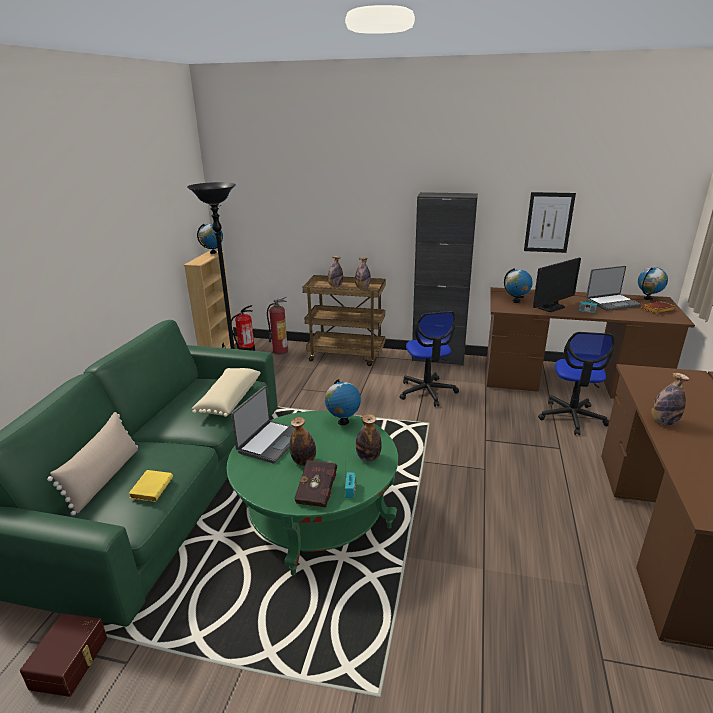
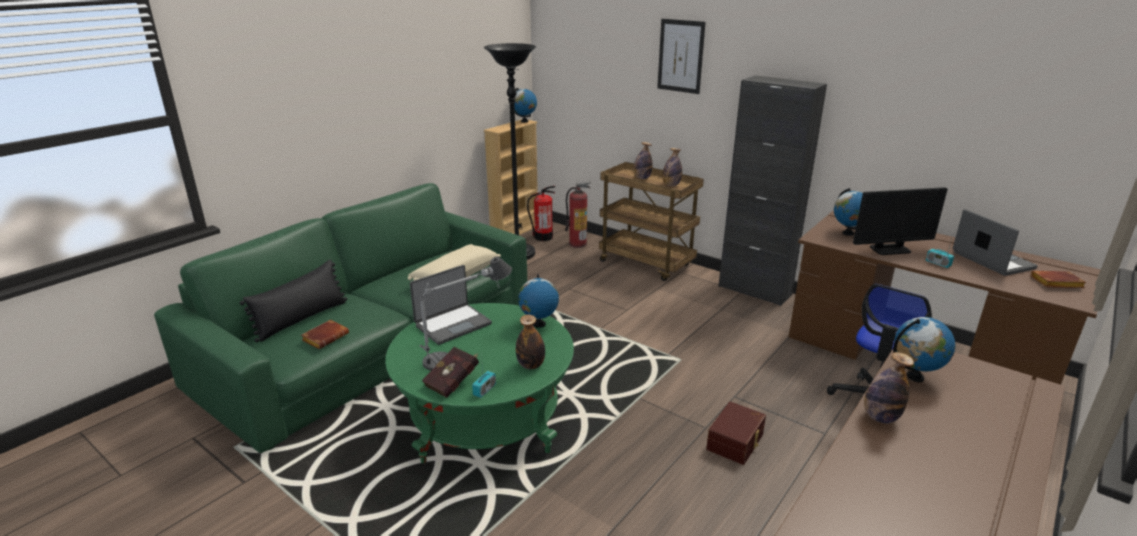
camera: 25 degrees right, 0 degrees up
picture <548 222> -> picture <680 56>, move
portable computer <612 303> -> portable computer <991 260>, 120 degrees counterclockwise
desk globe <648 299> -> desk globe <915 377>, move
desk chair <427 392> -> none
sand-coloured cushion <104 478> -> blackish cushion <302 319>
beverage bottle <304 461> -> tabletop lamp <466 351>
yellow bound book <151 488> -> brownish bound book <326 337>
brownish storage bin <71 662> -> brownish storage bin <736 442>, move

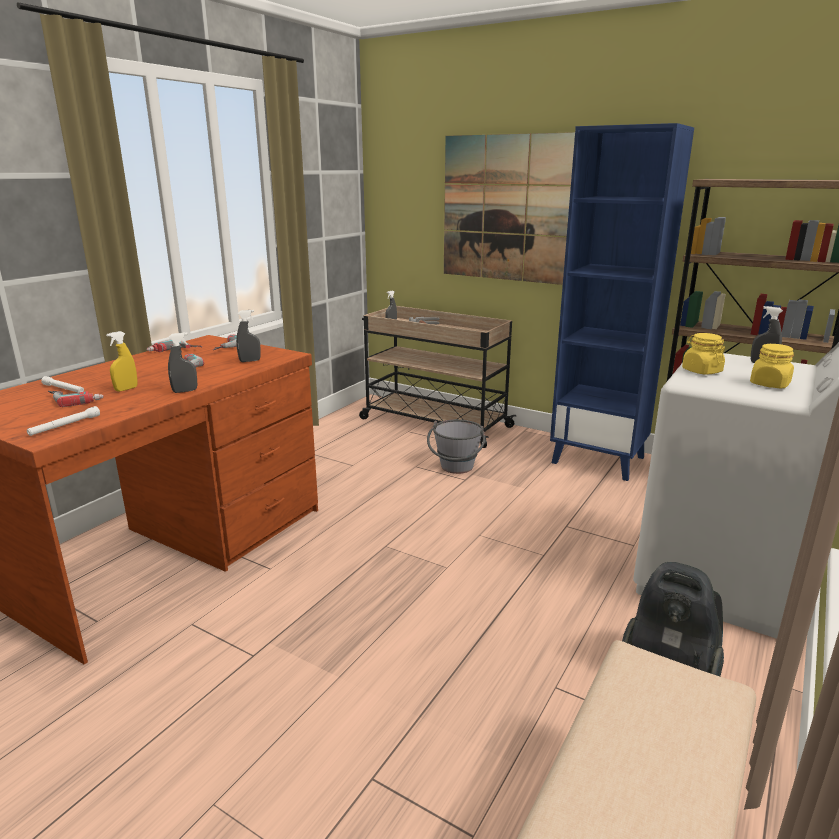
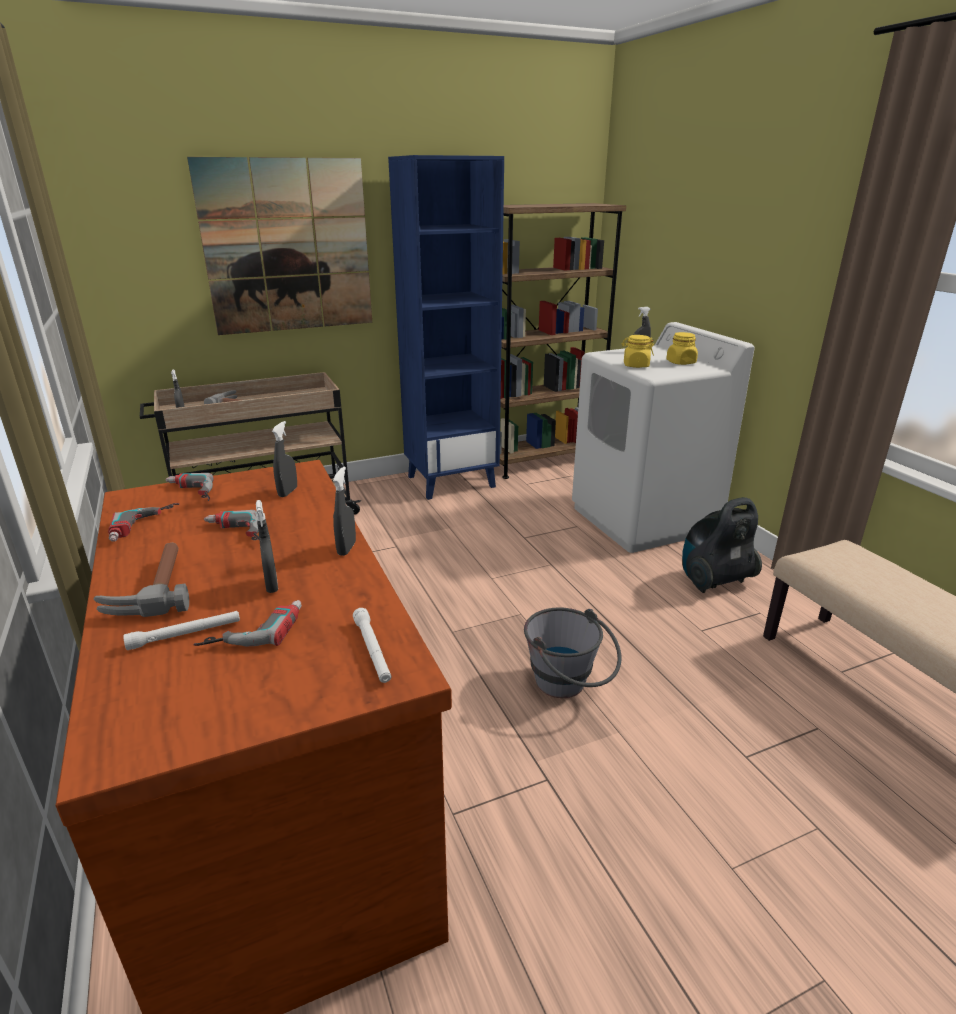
camera: 55 degrees left, 5 degrees up
yellow hand sprayer <126 389> -> greyish hand sprayer <272 585>
greyish water bucket <456 469> -> greyish water bucket <568 686>, move
none -> tool hammer <151 589>

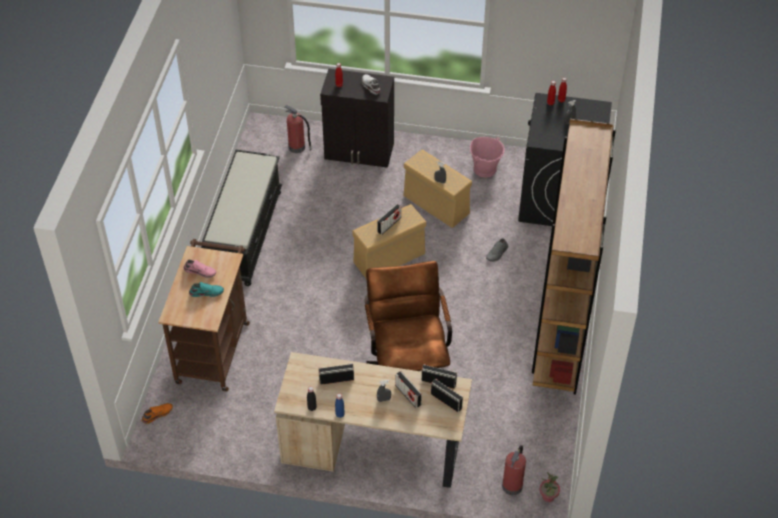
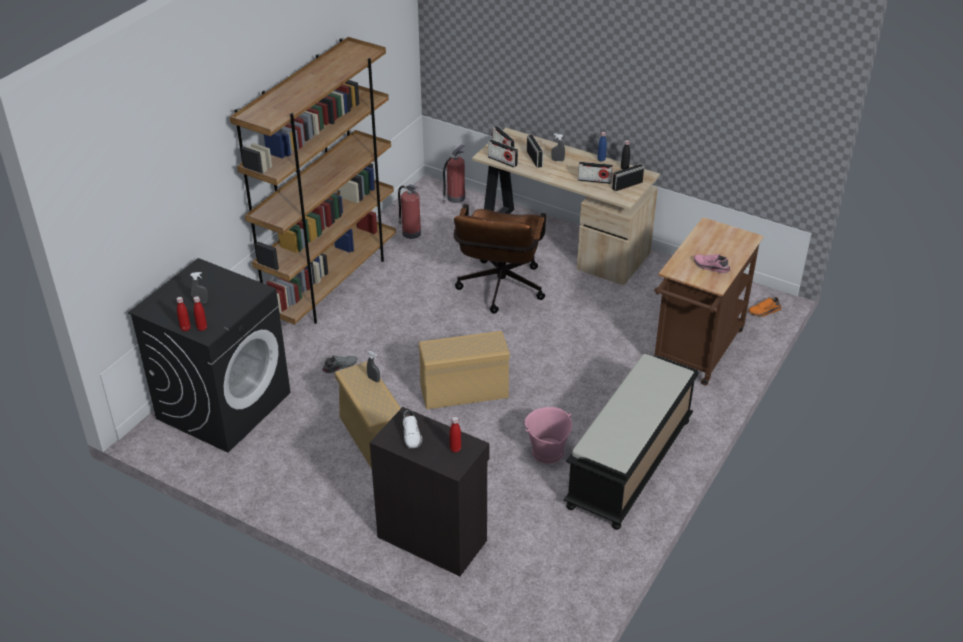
camera: 160 degrees left, 10 degrees down
fire-fighting cylinder <297 147> -> fire-fighting cylinder <410 232>, move
pink-coloured water bucket <485 169> -> pink-coloured water bucket <547 452>, move
radio receiver <389 225> -> radio receiver <627 185>, move
turquoise-coloured low shoe <206 292> -> none
houseplant <548 497> -> none

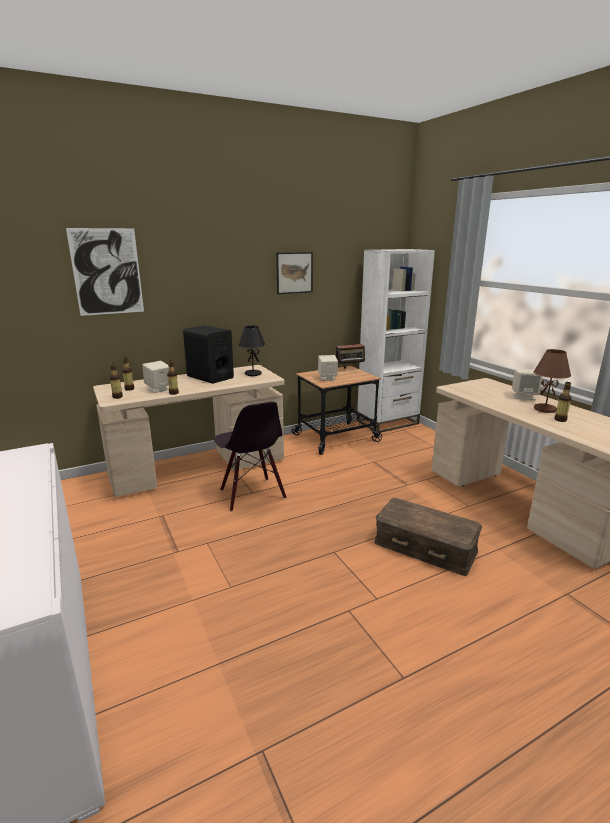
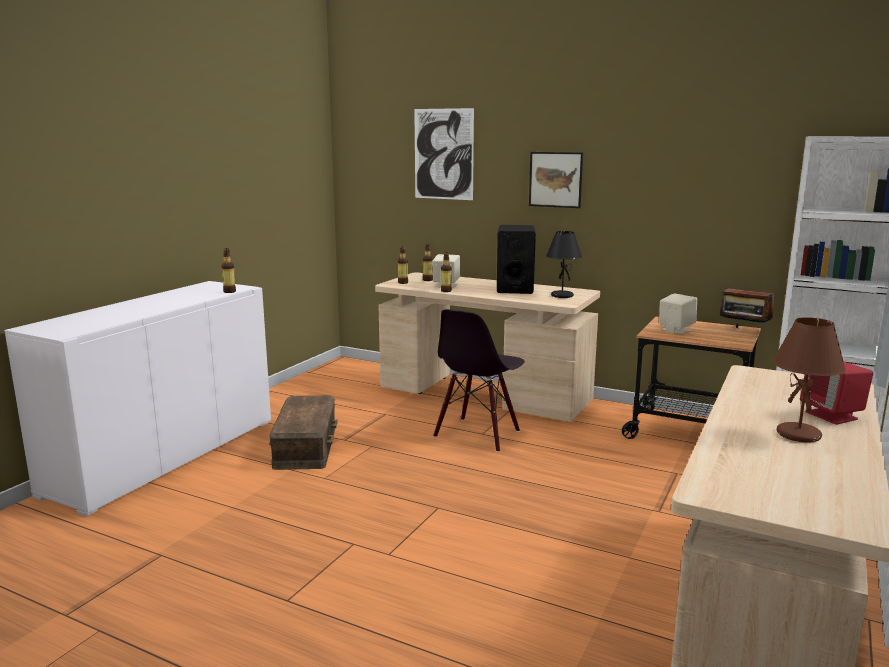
camera: 55 degrees right, 5 degrees down
picture <294 273> -> picture <555 179>, move
sand-coloured audio speaker <523 396> -> red audio speaker <832 415>
beverage bottle <560 420> -> beverage bottle <229 291>, move
brownish storage bin <425 546> -> brownish storage bin <306 446>, move

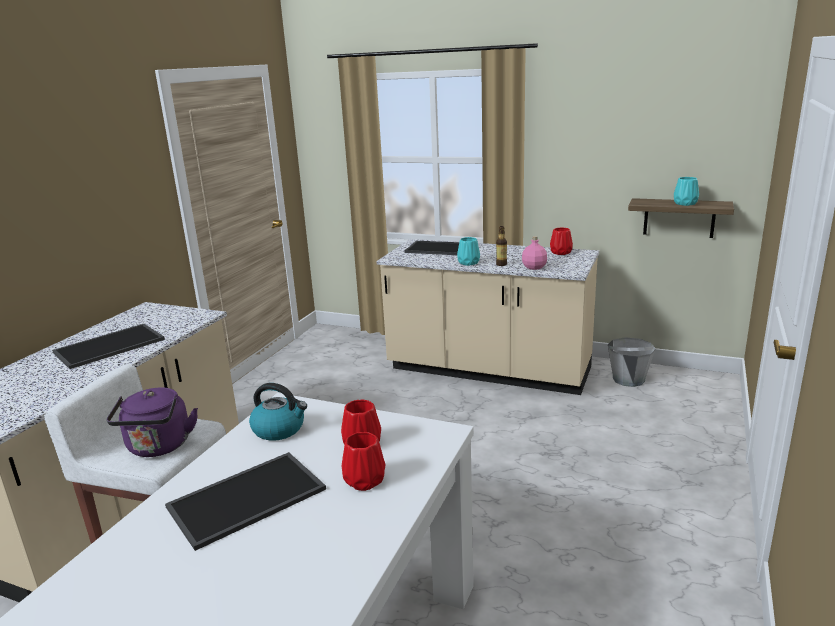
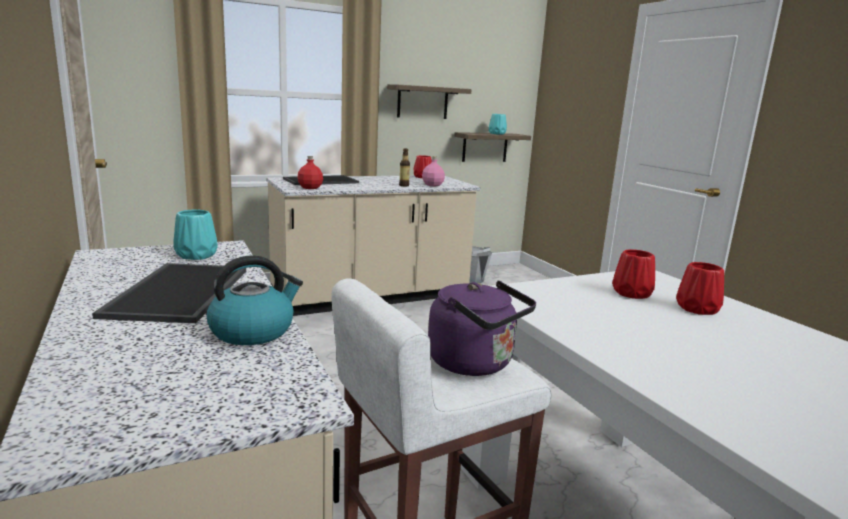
camera: 50 degrees left, 5 degrees down
turquoise-coloured flower vase <469 263> -> turquoise-coloured flower vase <197 255>, move
water kettle <279 429> -> water kettle <253 331>, move
tray <247 496> -> none
none -> shelf <422 102>
none -> red beverage bottle <310 188>

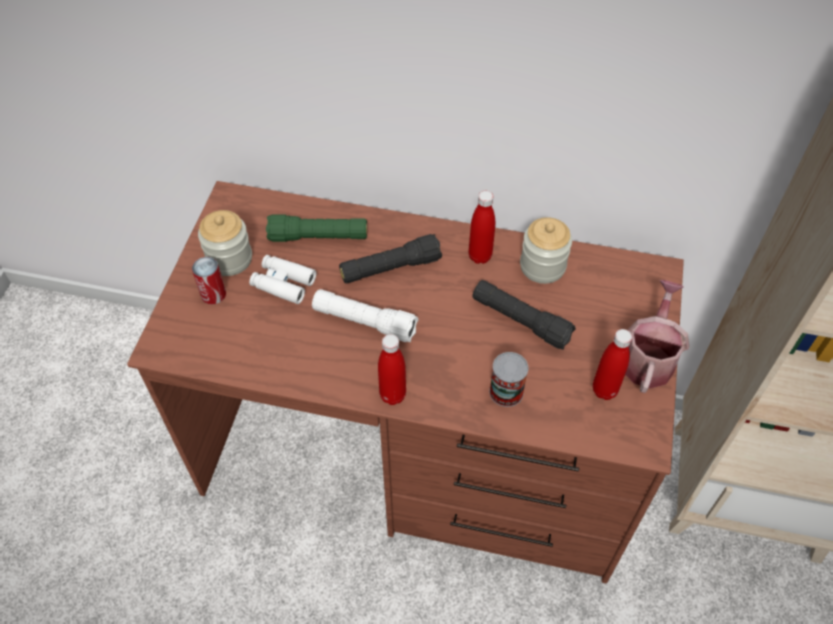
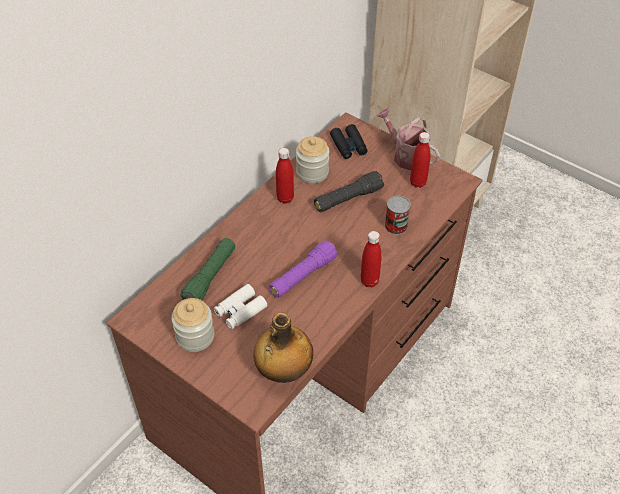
camera: 65 degrees left, 5 degrees down
blackish flashlight <390 268> -> none
sealed can <213 294> -> none
white-coloured flashlight <364 322> -> purplish flashlight <303 276>
none -> blackish field glasses <348 146>
none -> beverage bottle <283 371>

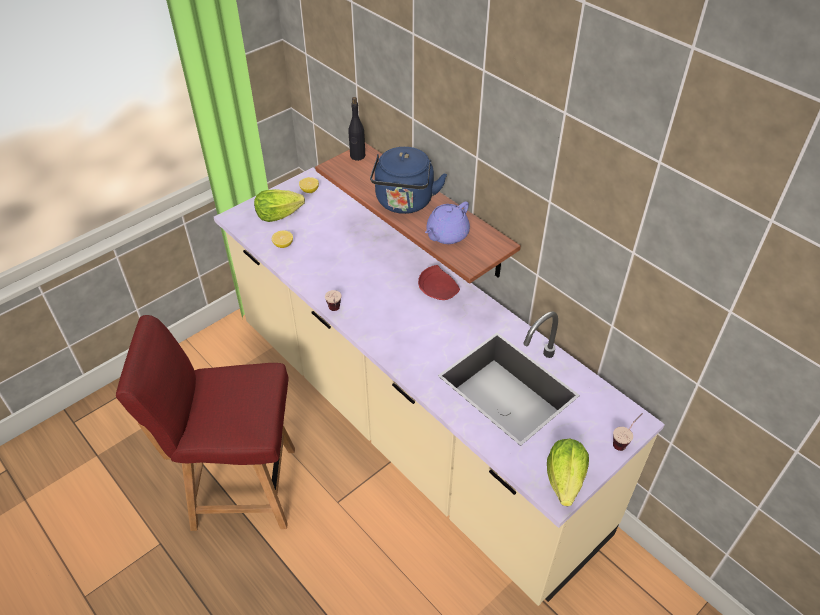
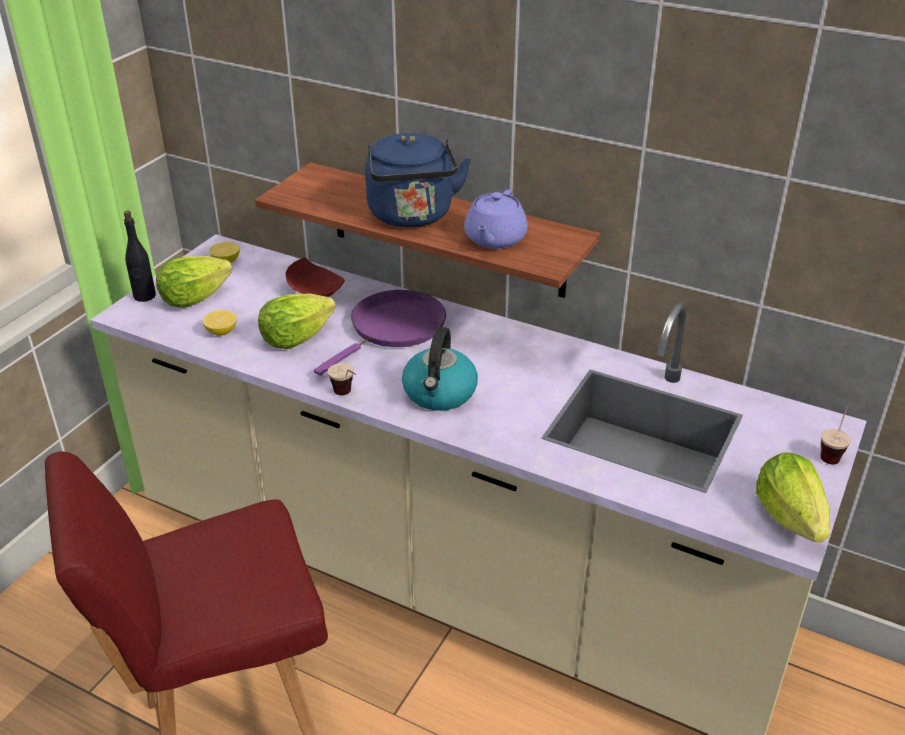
camera: 20 degrees left, 10 degrees down
blackish beverage bottle <357 156> -> blackish beverage bottle <144 296>, move
red flat dish <438 290> -> red flat dish <315 289>, move
none -> purplish pan <394 328>
none -> head of lettuce <295 338>
none -> water kettle <440 393>

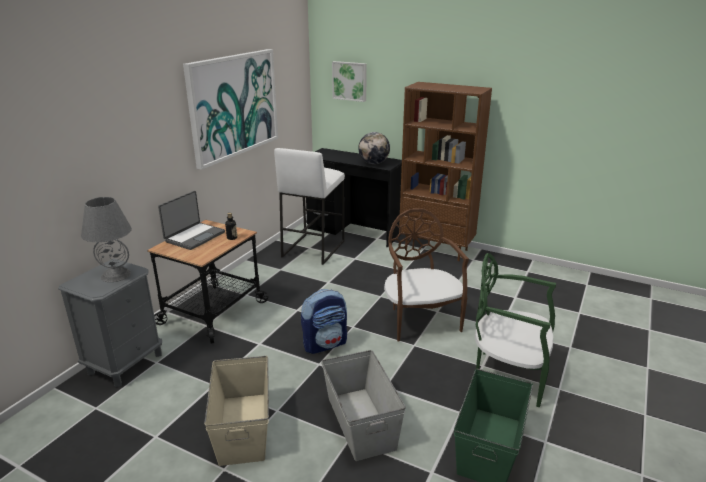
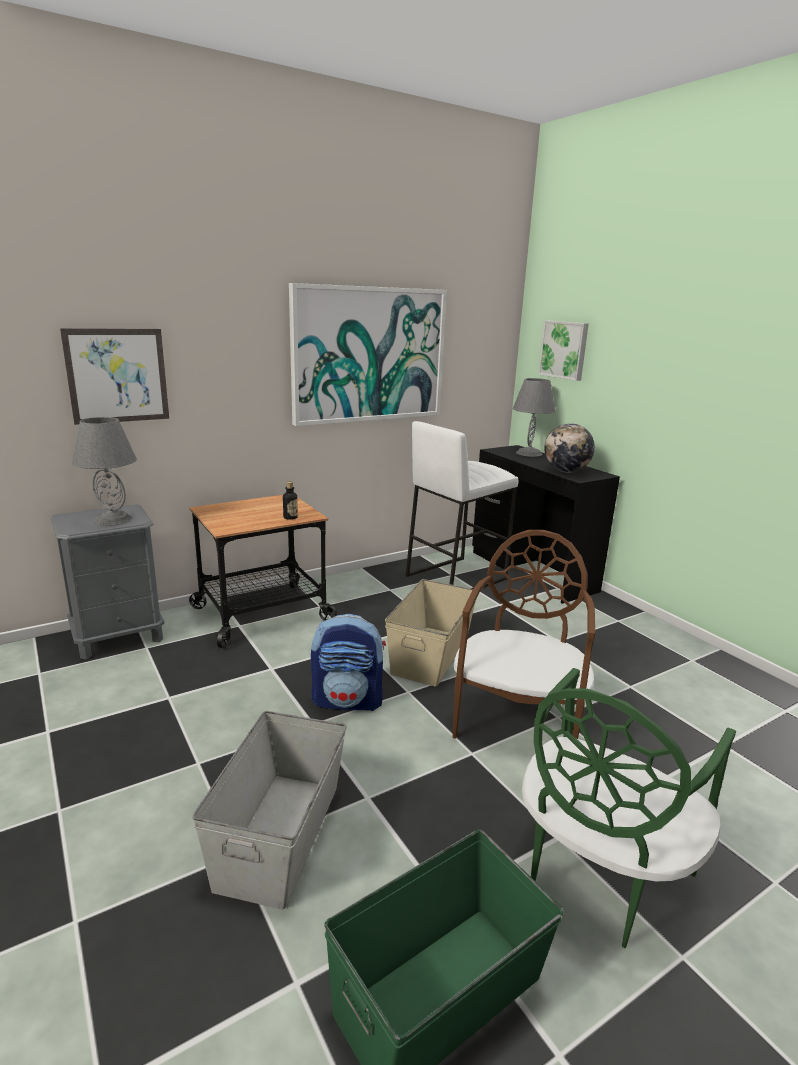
camera: 30 degrees right, 5 degrees down
brownish shelving unit <437 249> -> none
portable computer <194 236> -> none
greenish chair <509 373> -> greenish chair <598 874>, 105 degrees counterclockwise
sand-coloured storage bin <244 427> -> sand-coloured storage bin <431 654>, move
none -> picture <117 376>
none -> greyish tabletop lamp <528 453>

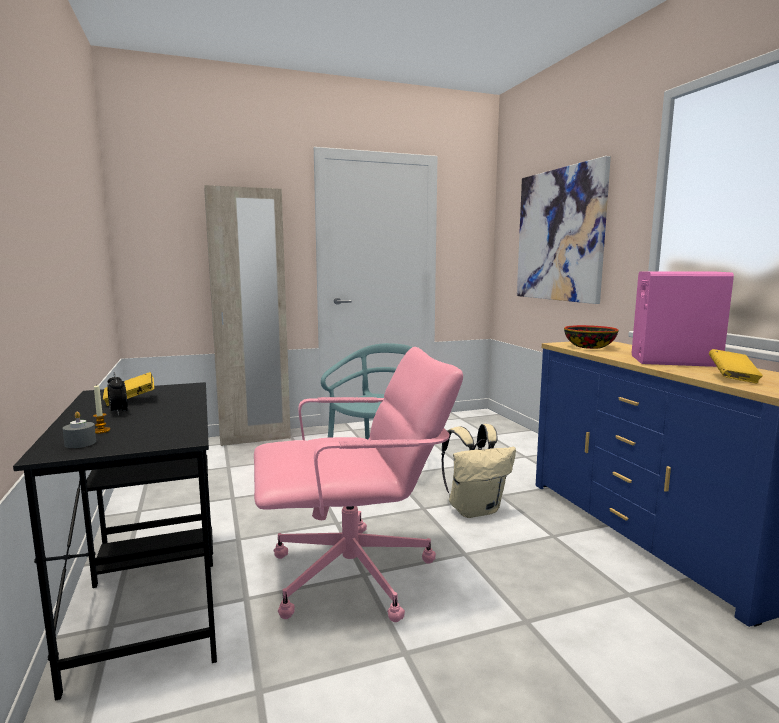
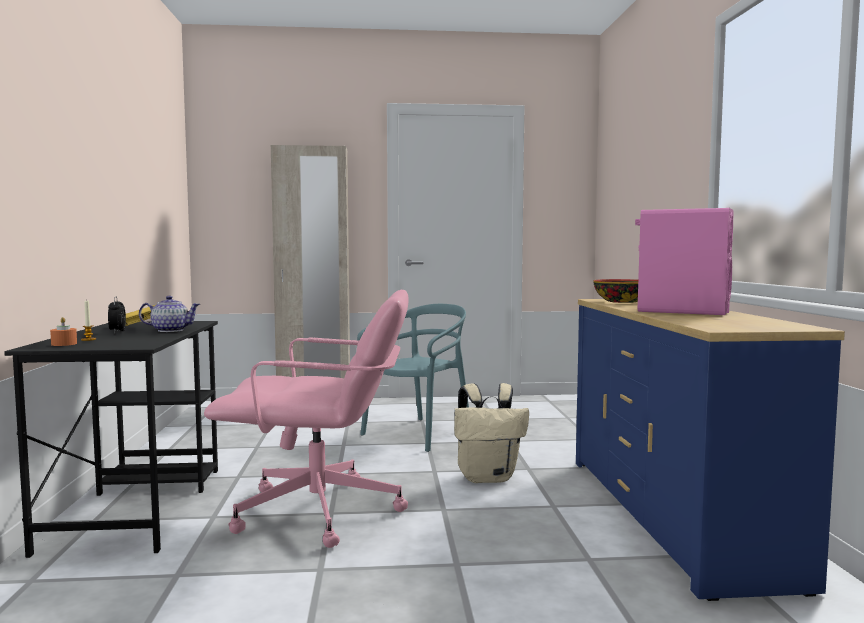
camera: 15 degrees right, 5 degrees down
picture <559 235> -> none
yellow bound book <732 378> -> none
greyish wax candle <80 443> -> orange wax candle <64 344>
none -> pot for tea <170 330>

